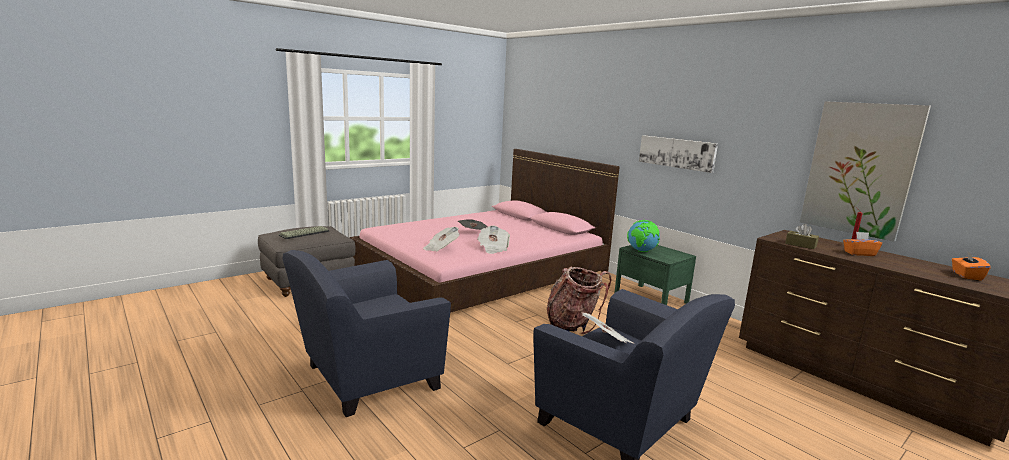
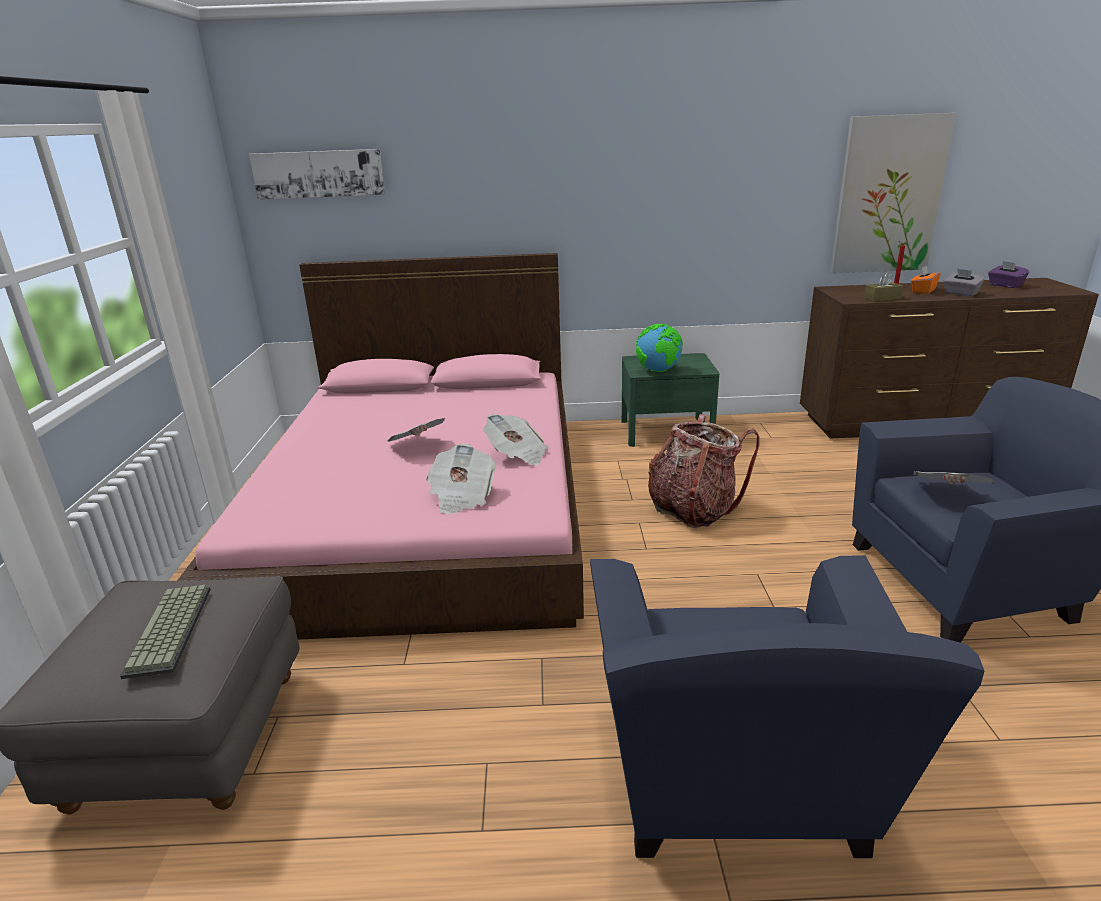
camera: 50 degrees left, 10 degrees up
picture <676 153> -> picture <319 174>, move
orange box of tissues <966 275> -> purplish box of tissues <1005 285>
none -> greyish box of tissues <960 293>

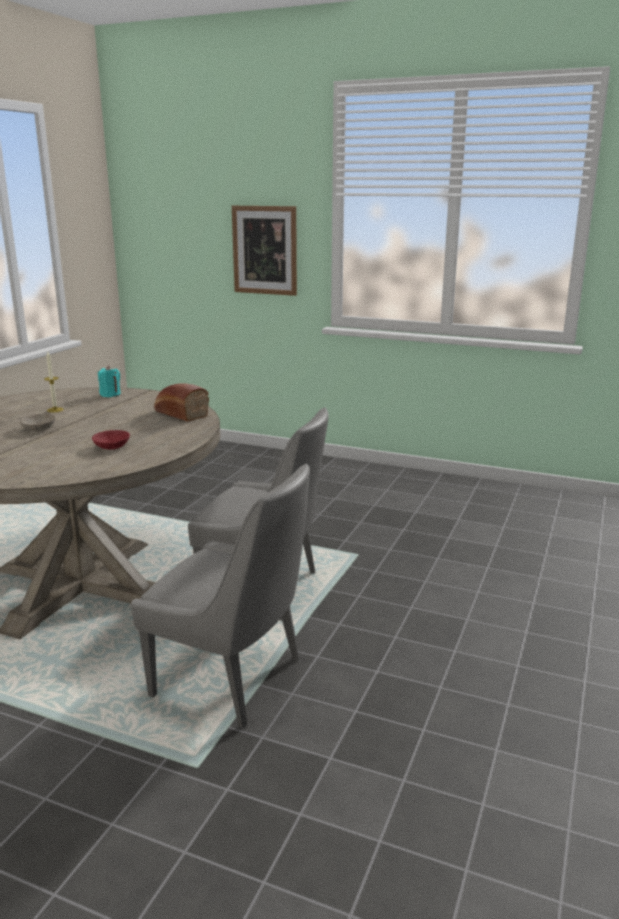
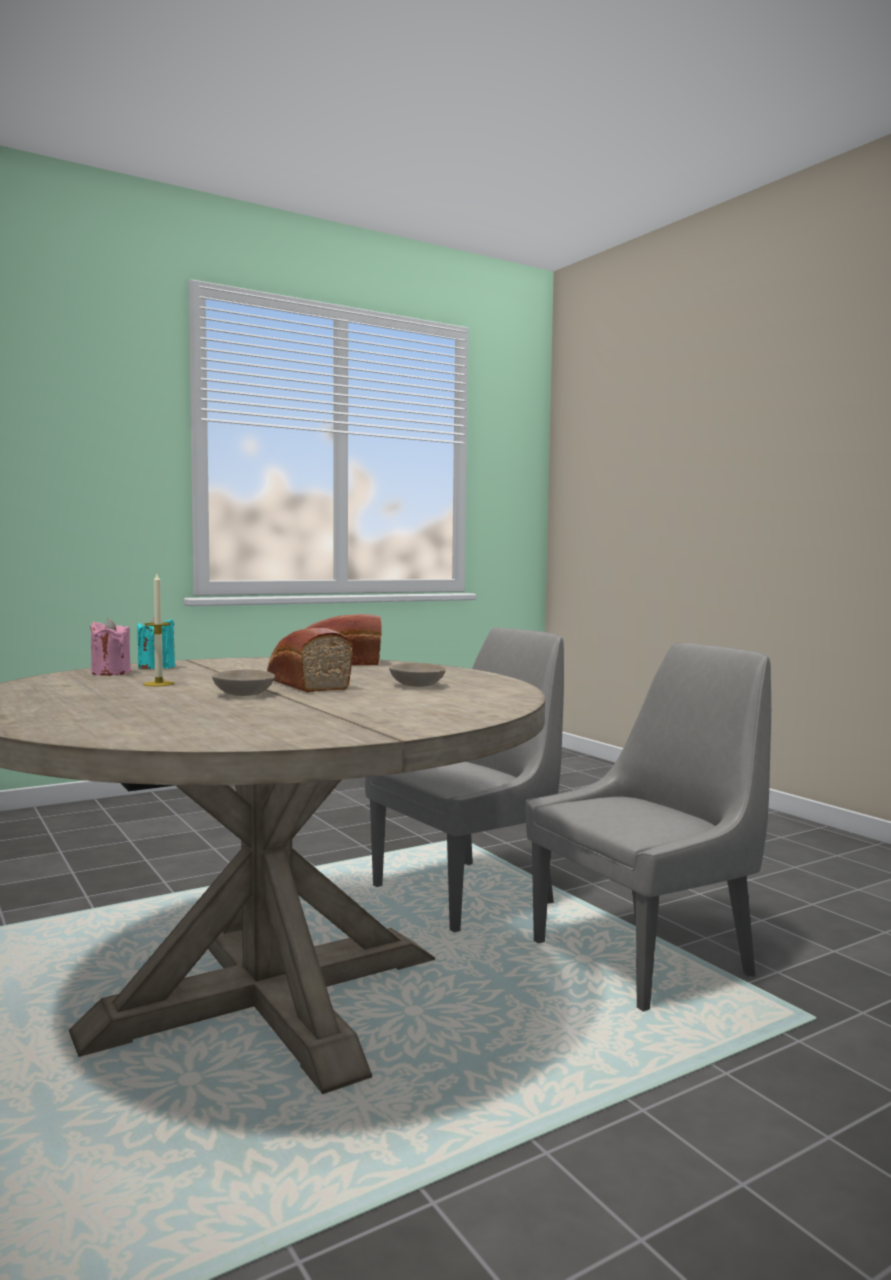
camera: 55 degrees left, 15 degrees down
picture <265 250> -> none
red deep dish <112 446> -> sand-coloured deep dish <415 685>
none -> pink-coloured wax candle <111 673>
none -> bakery bread <306 684>

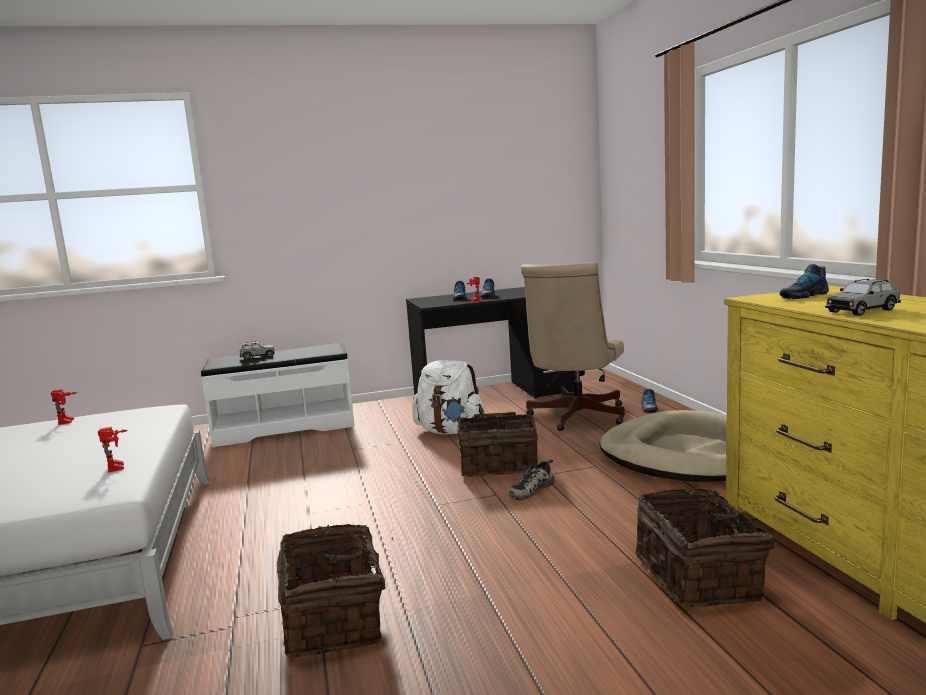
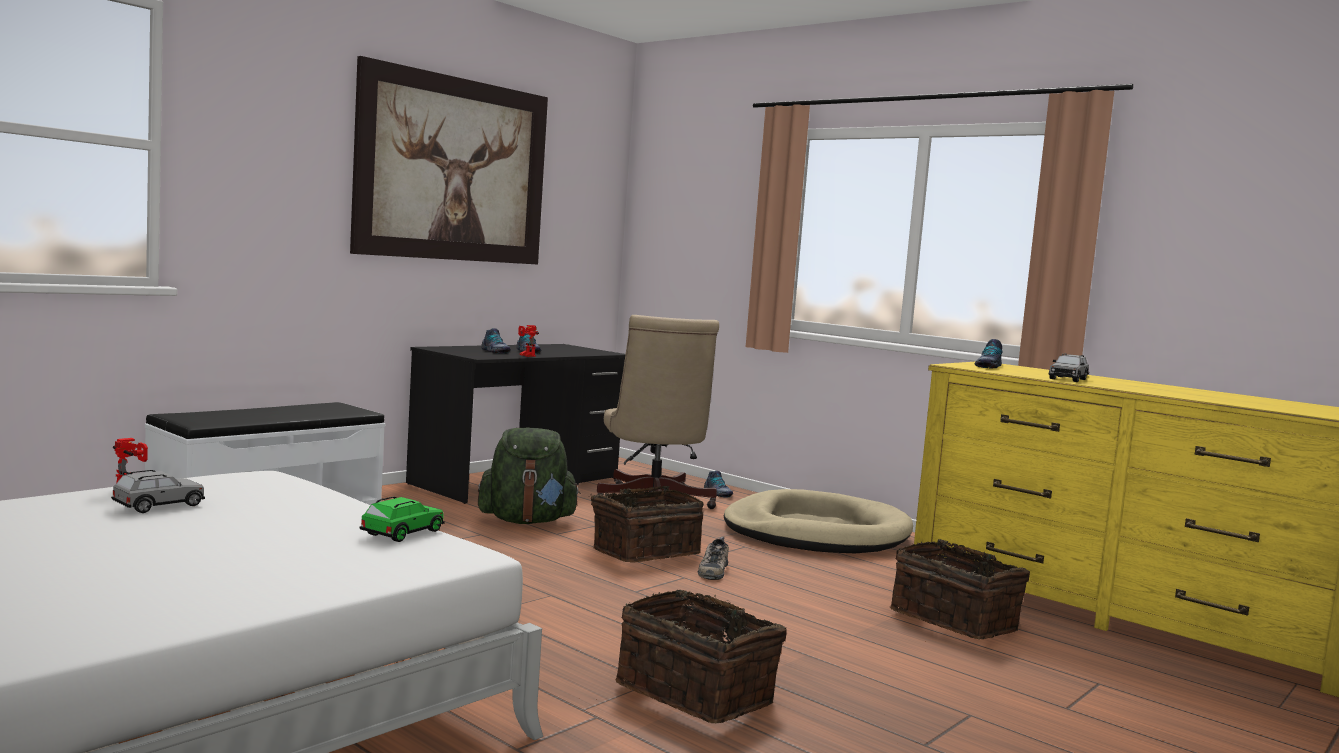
camera: 35 degrees left, 5 degrees down
greyish miniature car <257 357> -> greyish miniature car <158 506>, move
white-coloured knapsack <450 431> -> greenish knapsack <527 521>
model robot <119 467> -> greenish miniature car <402 533>
none -> picture <454 169>

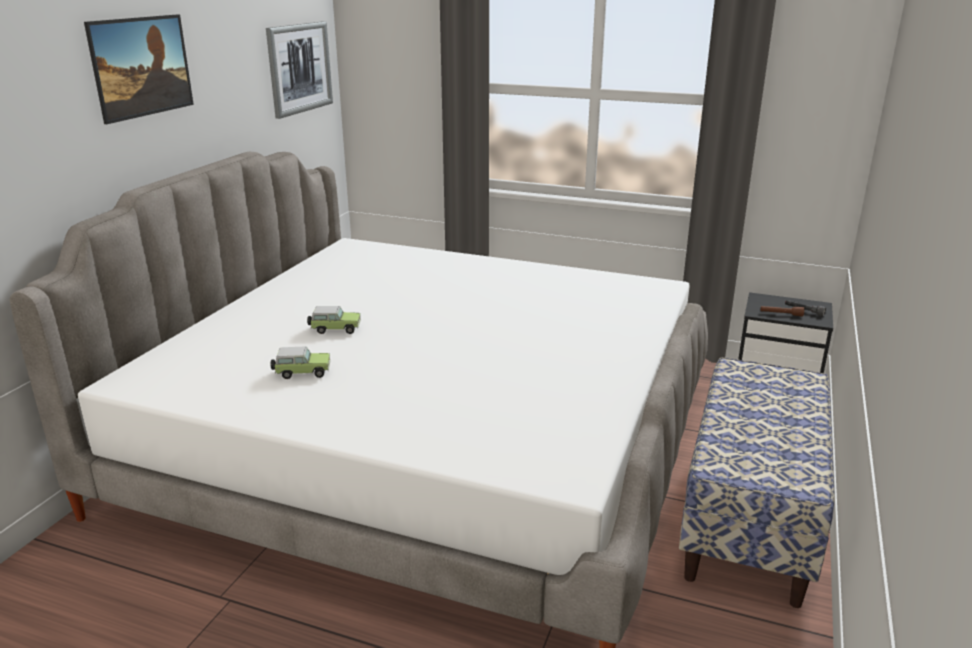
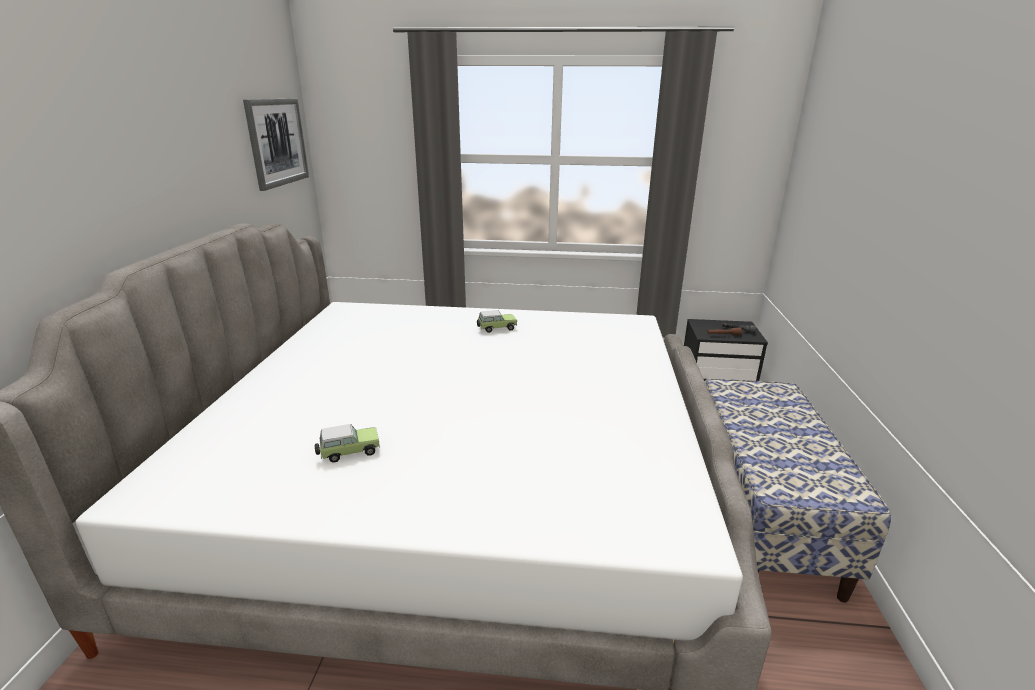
camera: 15 degrees left, 0 degrees up
picture <146 90> -> none
miniature car <334 329> -> miniature car <496 328>, move

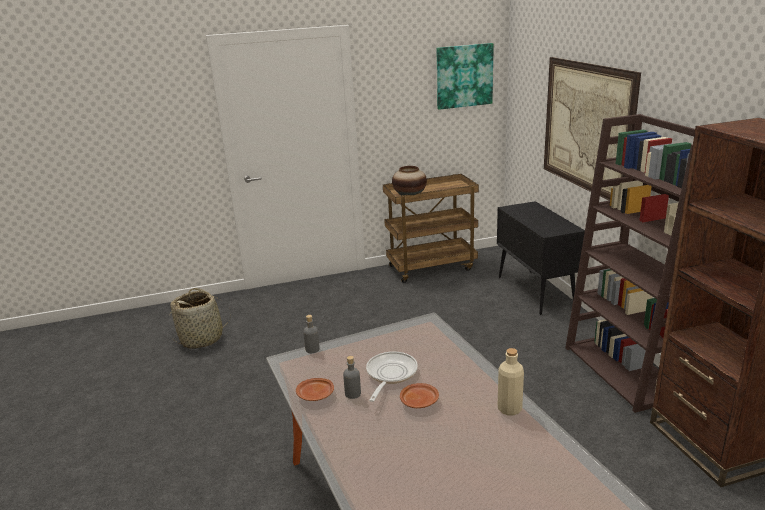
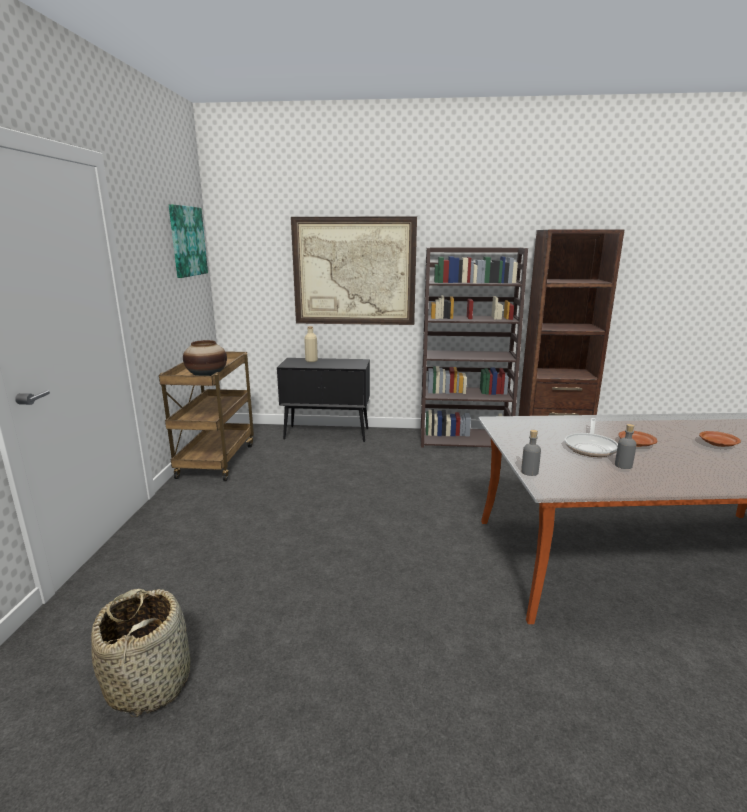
camera: 70 degrees left, 5 degrees down
sand-coloured beverage bottle <509 409> -> sand-coloured beverage bottle <311 361>, move
pan <390 375> -> pan <590 447>, 105 degrees counterclockwise
brownish flat dish <316 395> -> brownish flat dish <718 444>, move

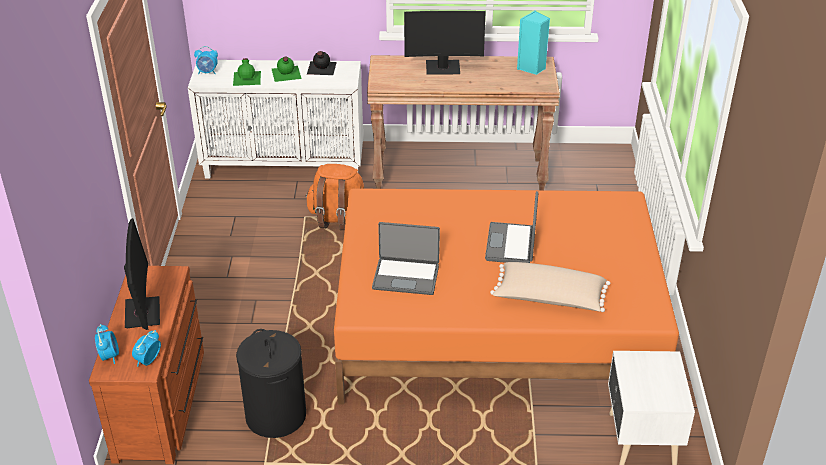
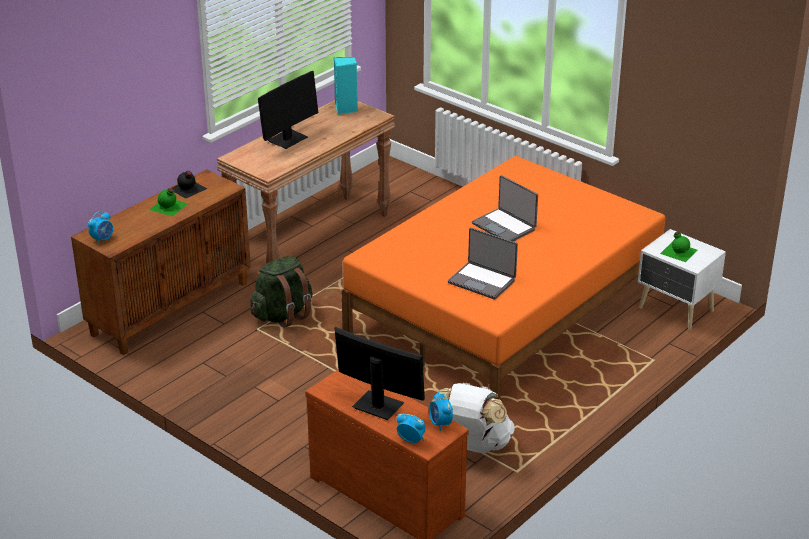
camera: 50 degrees left, 5 degrees down
greenish beverage bottle <247 78> -> greenish beverage bottle <678 251>, move
white-coloured cabinet <285 165> -> brownish cabinet <171 308>
orange knapsack <339 218> -> greenish knapsack <283 315>
portable computer <406 276> -> portable computer <482 281>, 75 degrees clockwise
sand-coloured cushion <549 299> -> none
blackish hamper <275 415> -> white-coloured knapsack <471 445>

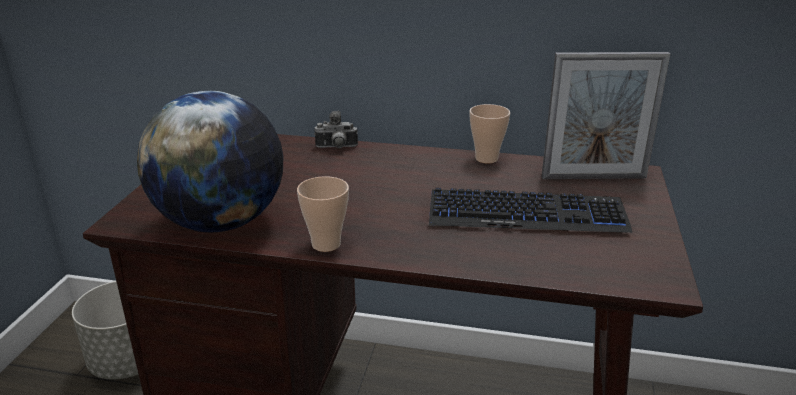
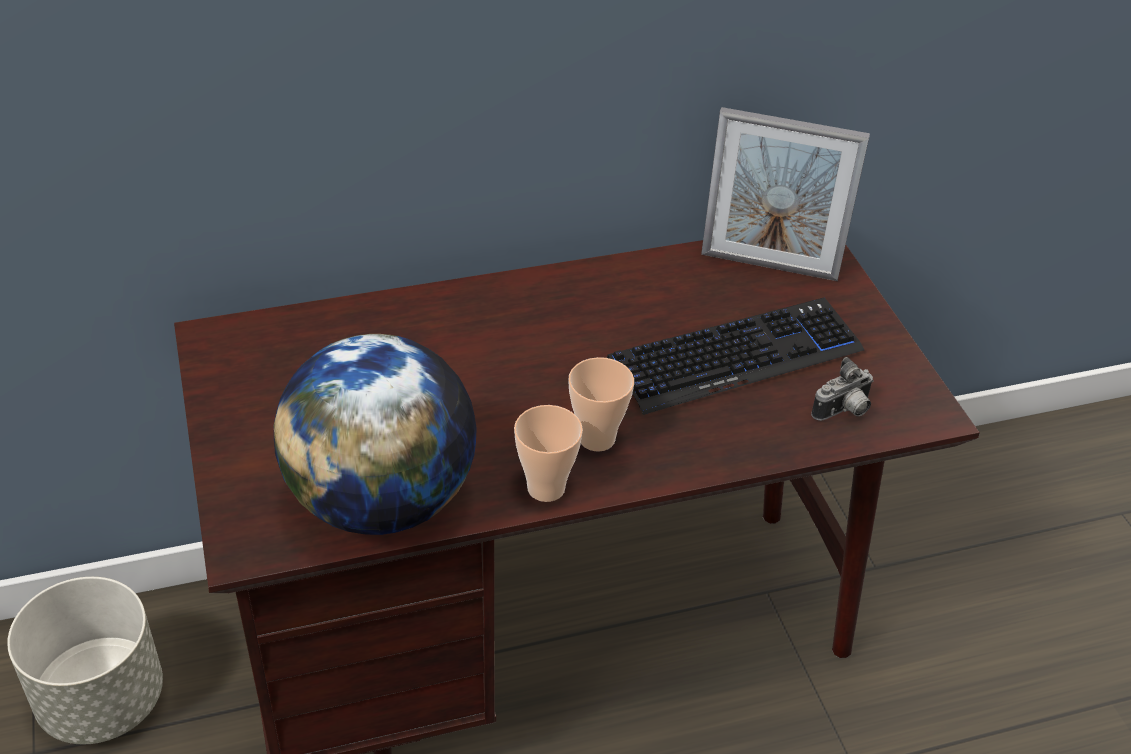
camera: 30 degrees left, 15 degrees up
photo frame <593 177> -> photo frame <769 265>, 45 degrees clockwise
cup <486 158> -> cup <597 438>, move
still camera <336 148> -> still camera <844 412>, move

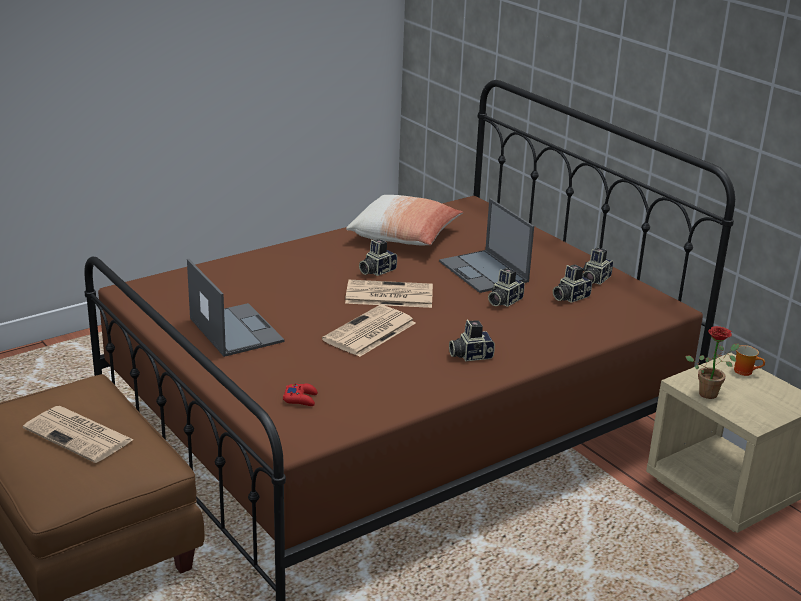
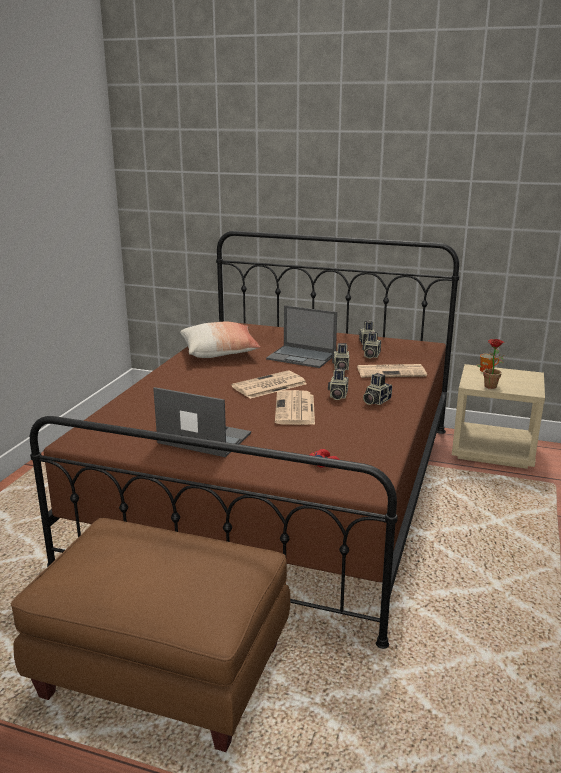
camera: 35 degrees left, 5 degrees down
still camera <376 270> -> still camera <337 395>, move
newspaper <80 435> -> newspaper <392 371>, move

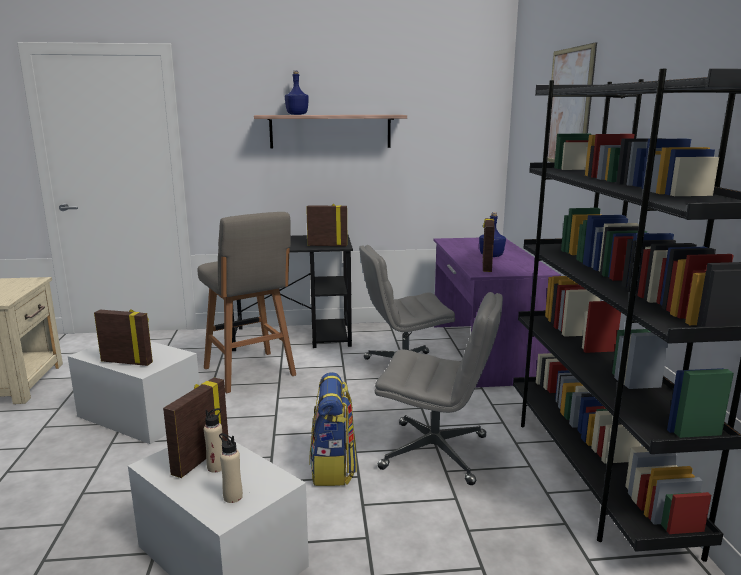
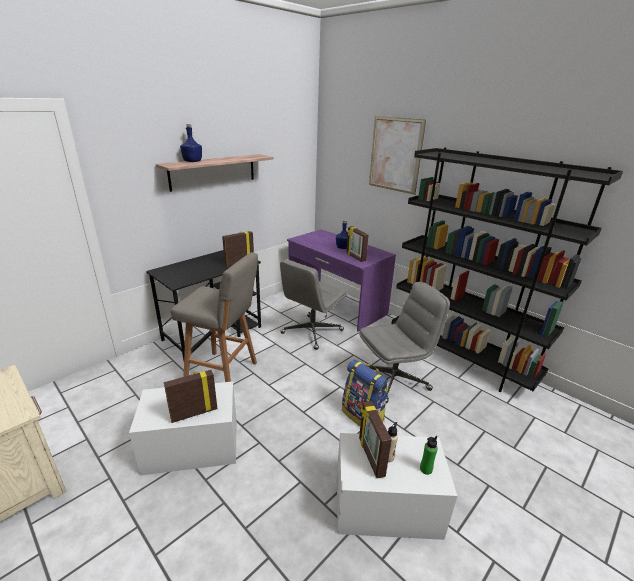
camera: 40 degrees left, 10 degrees up
sand-coloured beverage bottle <233 497> -> greenish beverage bottle <425 469>

